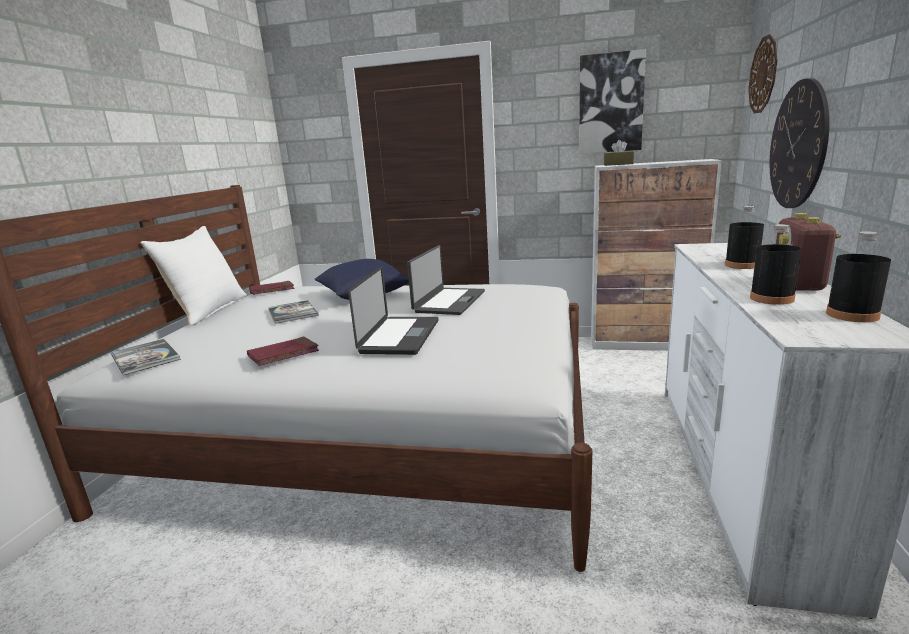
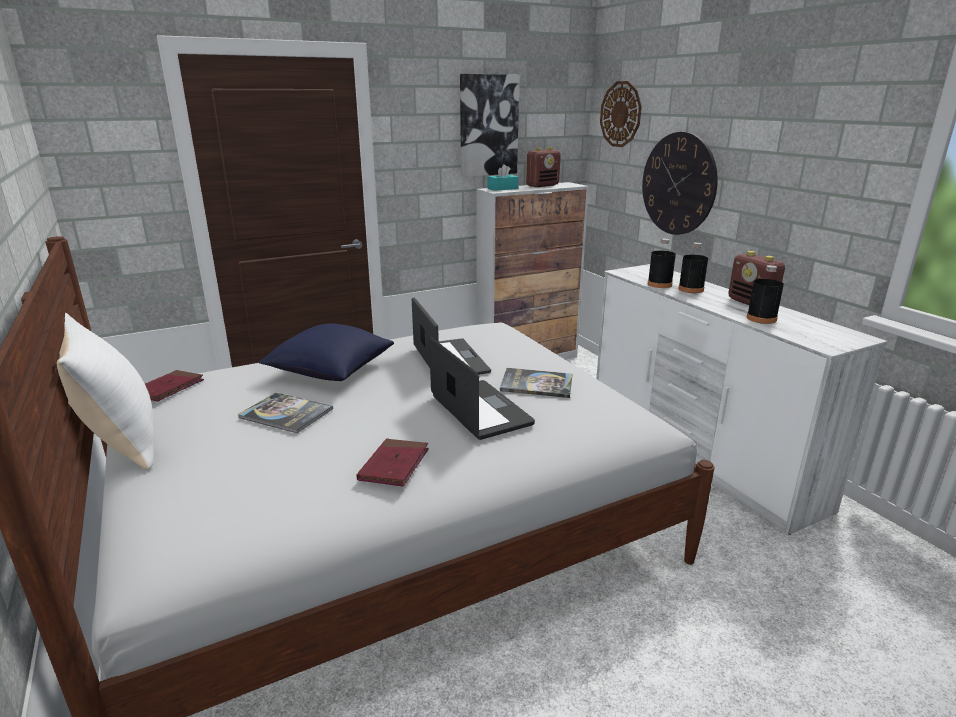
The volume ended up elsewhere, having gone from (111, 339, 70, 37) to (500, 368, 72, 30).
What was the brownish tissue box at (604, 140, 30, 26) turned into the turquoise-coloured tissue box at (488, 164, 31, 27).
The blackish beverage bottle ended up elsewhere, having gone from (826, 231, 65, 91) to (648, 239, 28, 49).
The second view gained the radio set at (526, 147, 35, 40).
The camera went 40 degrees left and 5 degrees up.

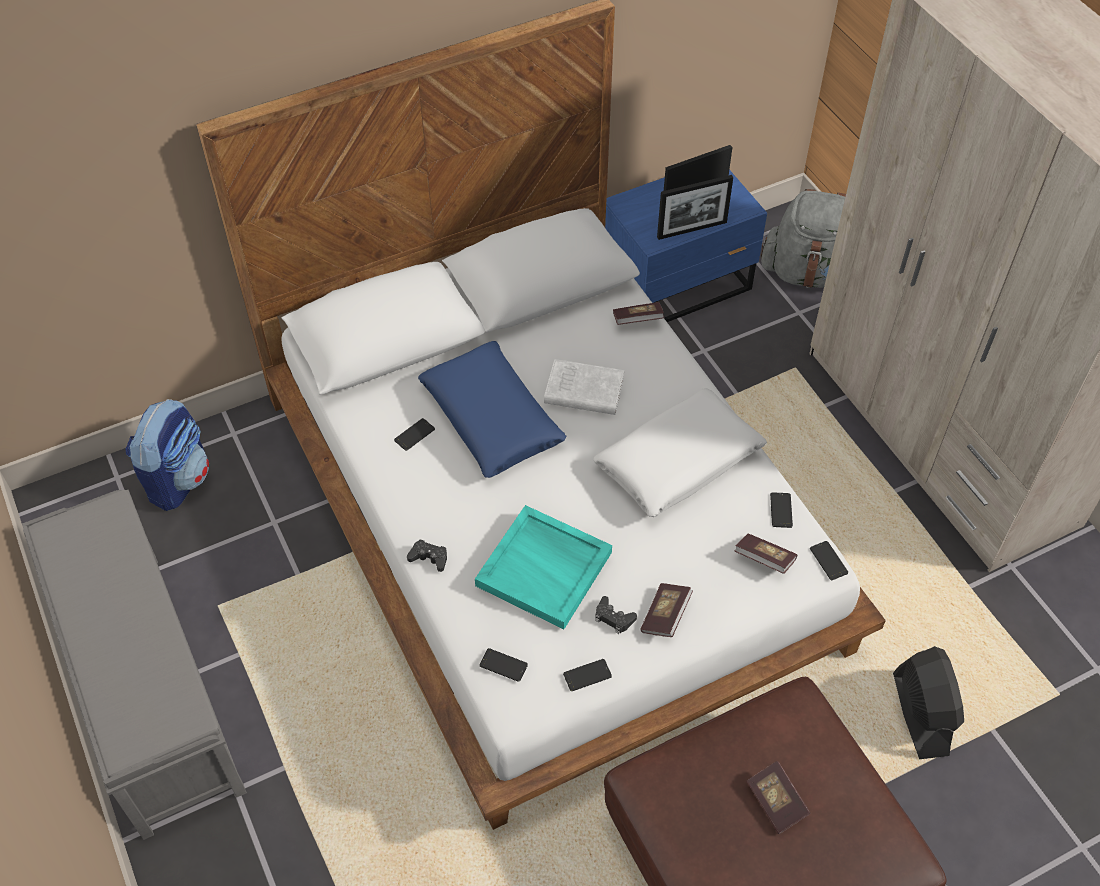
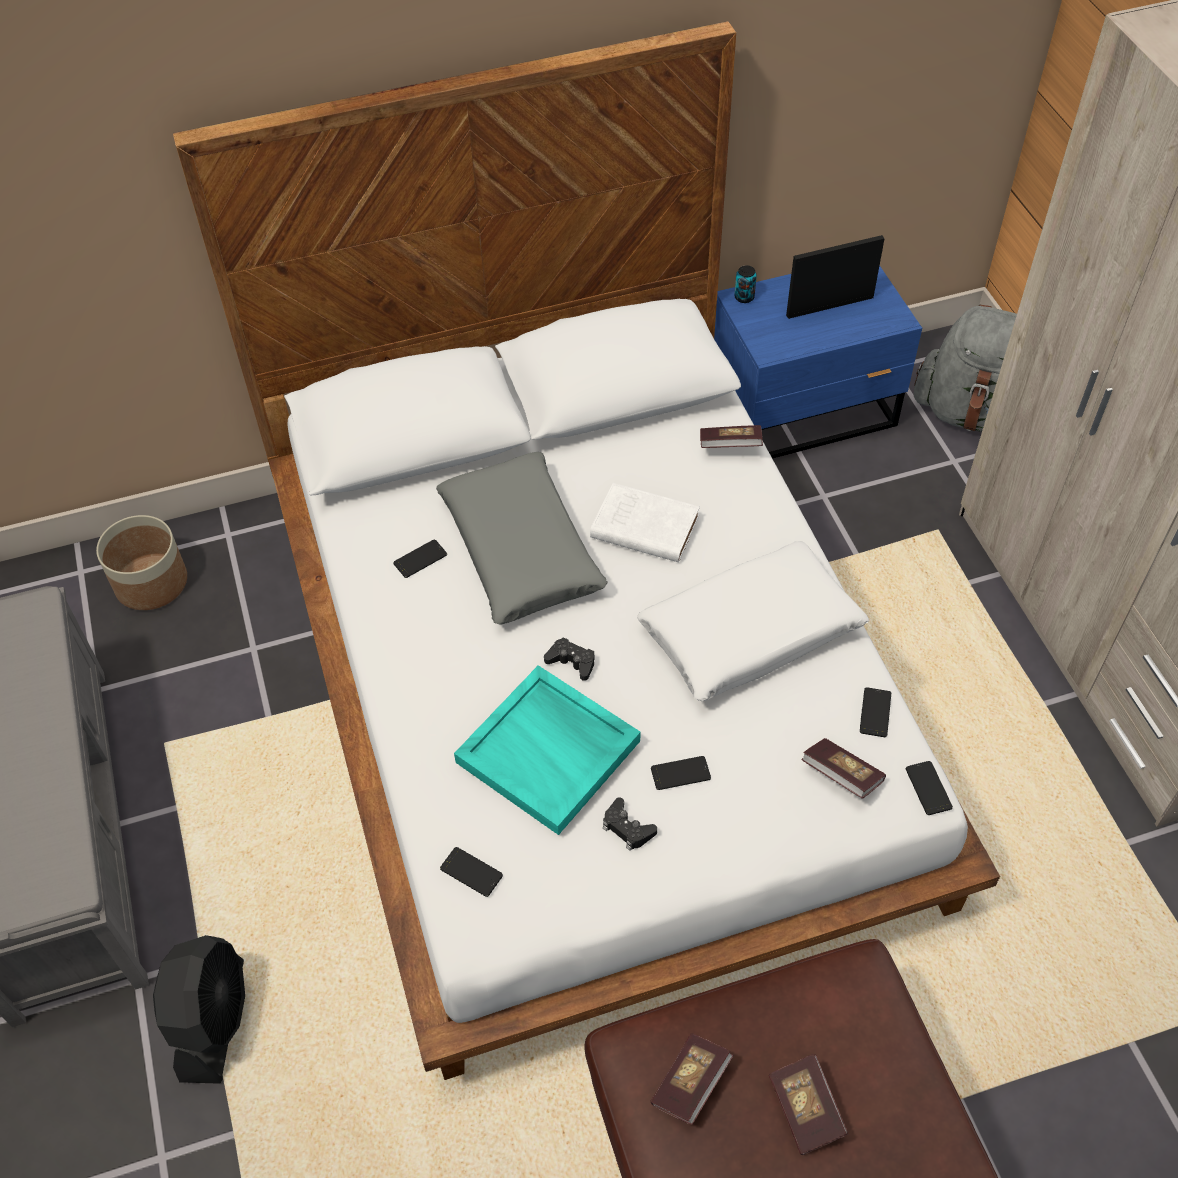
Where the knapsack stood at (126, 399, 83, 112), the plant pot came to stand at (96, 515, 91, 95).
The blackish game controller ended up elsewhere, having gone from (407, 539, 40, 33) to (544, 637, 50, 44).
What was the bluish cushion at (418, 341, 148, 137) turned into the gray cushion at (436, 452, 172, 172).
The handset ended up elsewhere, having gone from (563, 659, 49, 32) to (651, 756, 60, 34).
The volume ended up elsewhere, having gone from (640, 583, 53, 54) to (650, 1033, 83, 92).
The second view lost the standing frame at (657, 175, 76, 65).
The blackish fan ended up elsewhere, having gone from (893, 646, 71, 113) to (153, 935, 92, 149).
The second view gained the can at (734, 265, 23, 38).
The camera went 10 degrees right and 0 degrees up.

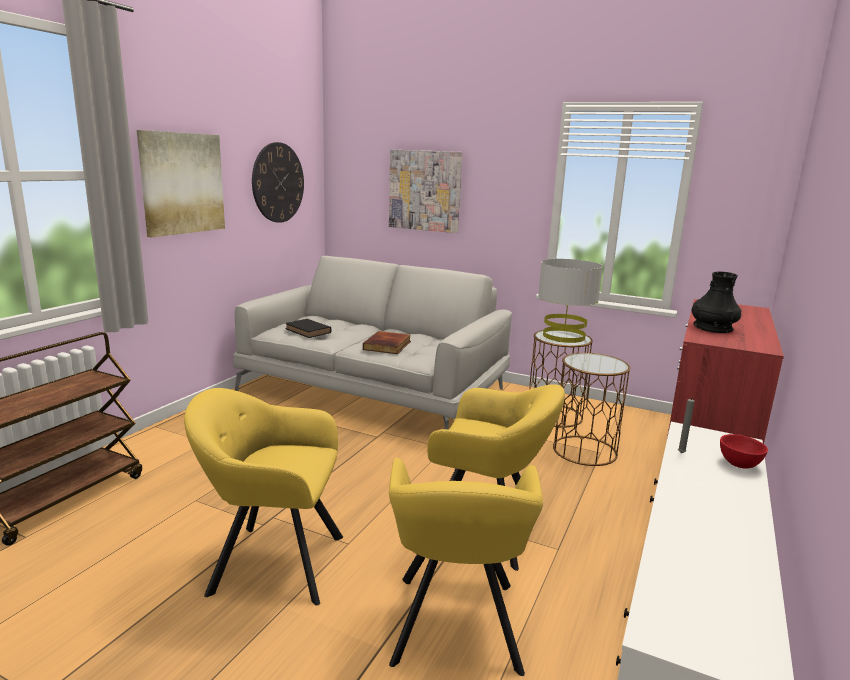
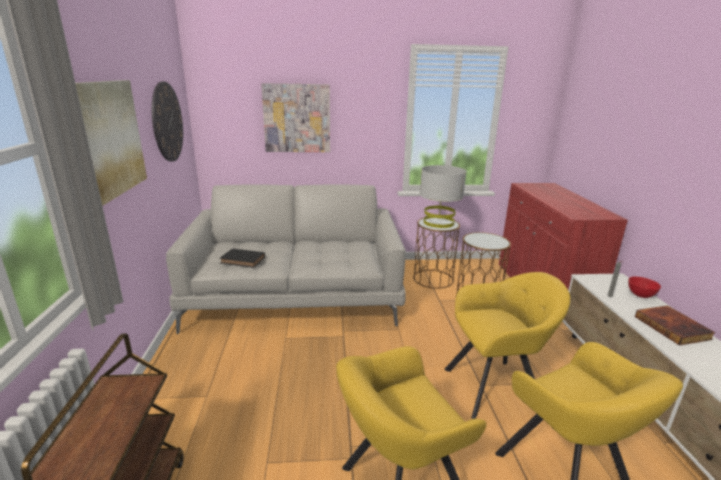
The volume ended up elsewhere, having gone from (363, 331, 48, 23) to (635, 306, 80, 40).
The second view lost the blackish flower vase at (692, 271, 49, 62).
The camera went 30 degrees left and 5 degrees up.

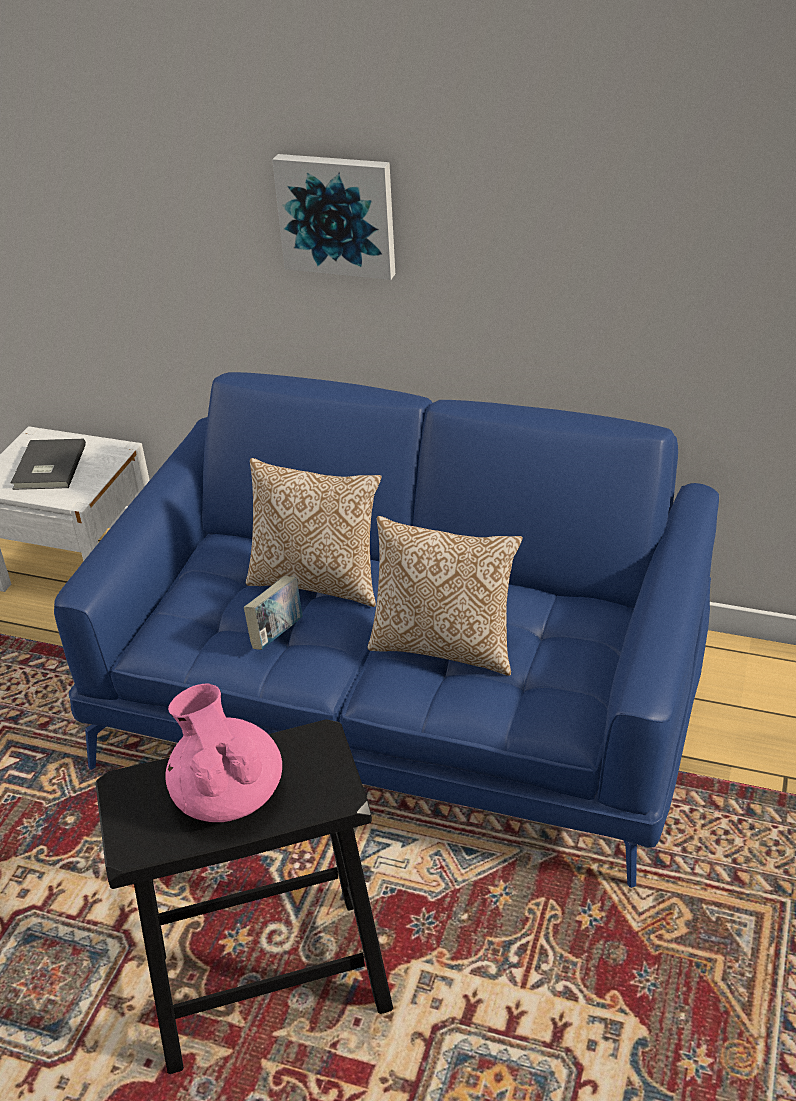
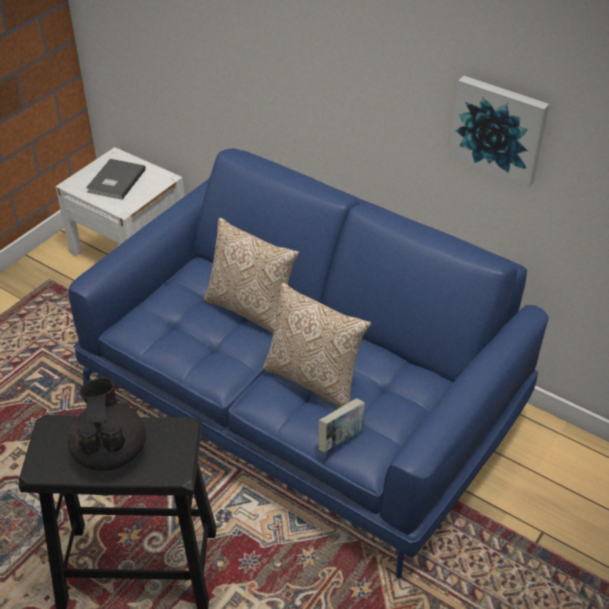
What was the pink-coloured teapot at (165, 684, 117, 138) turned into the blackish teapot at (68, 378, 78, 93).
The volume ended up elsewhere, having gone from (244, 576, 58, 74) to (318, 398, 47, 55).
The wall picture ended up elsewhere, having gone from (272, 154, 123, 126) to (449, 76, 100, 112).
The camera went 15 degrees right and 5 degrees up.

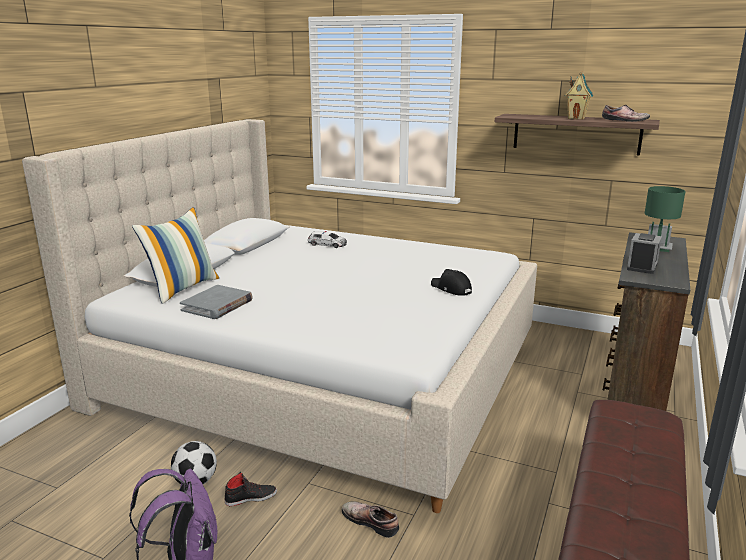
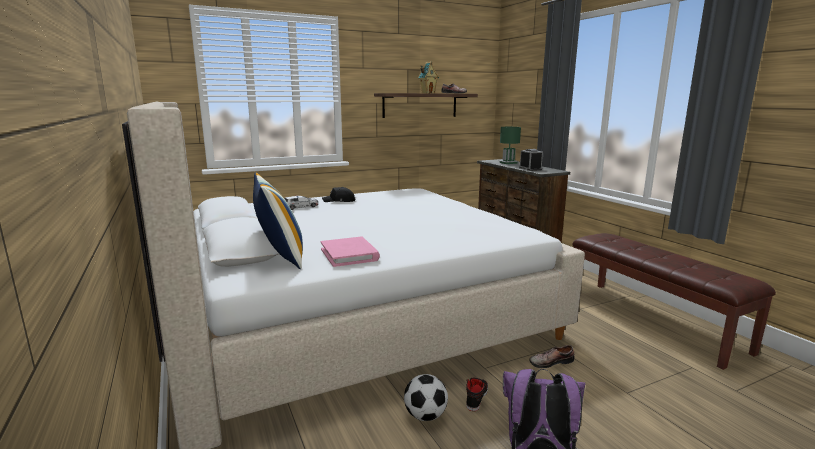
What was the gray volume at (180, 285, 73, 34) turned into the pink-coloured volume at (321, 236, 59, 31).
The blackish cap ended up elsewhere, having gone from (431, 269, 41, 27) to (322, 187, 34, 15).
The camera went 50 degrees left and 5 degrees down.

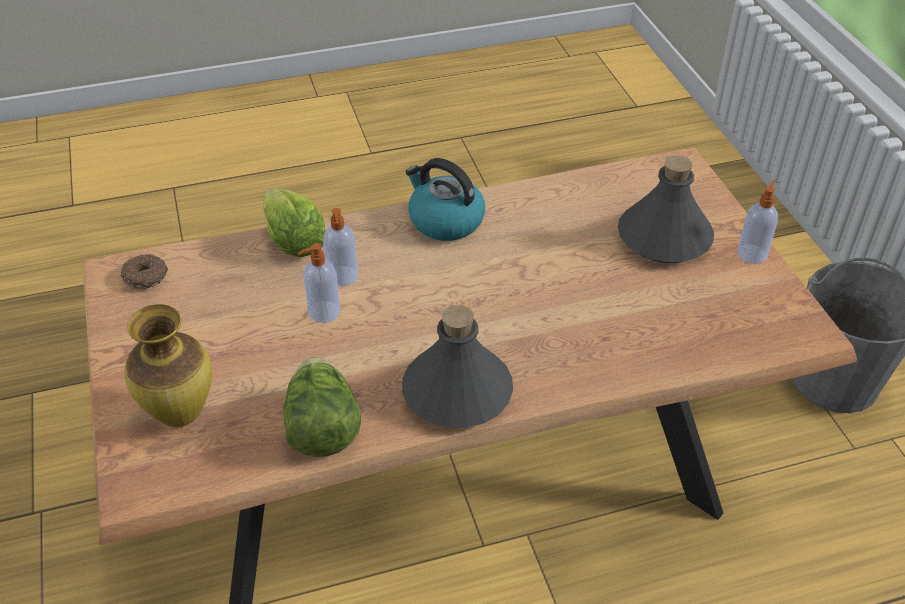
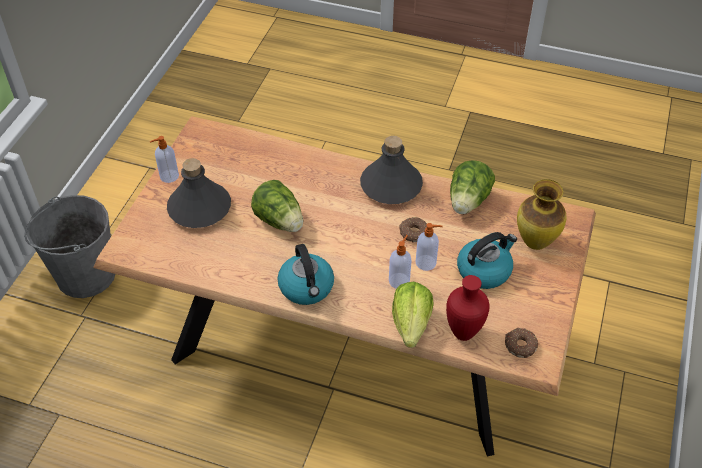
The second view gained the head of lettuce at (251, 180, 52, 52).
The second view gained the doughnut at (399, 217, 28, 25).
The second view gained the red flower vase at (446, 275, 43, 66).
The second view gained the kettle at (457, 232, 60, 57).
The camera went 145 degrees left and 5 degrees up.

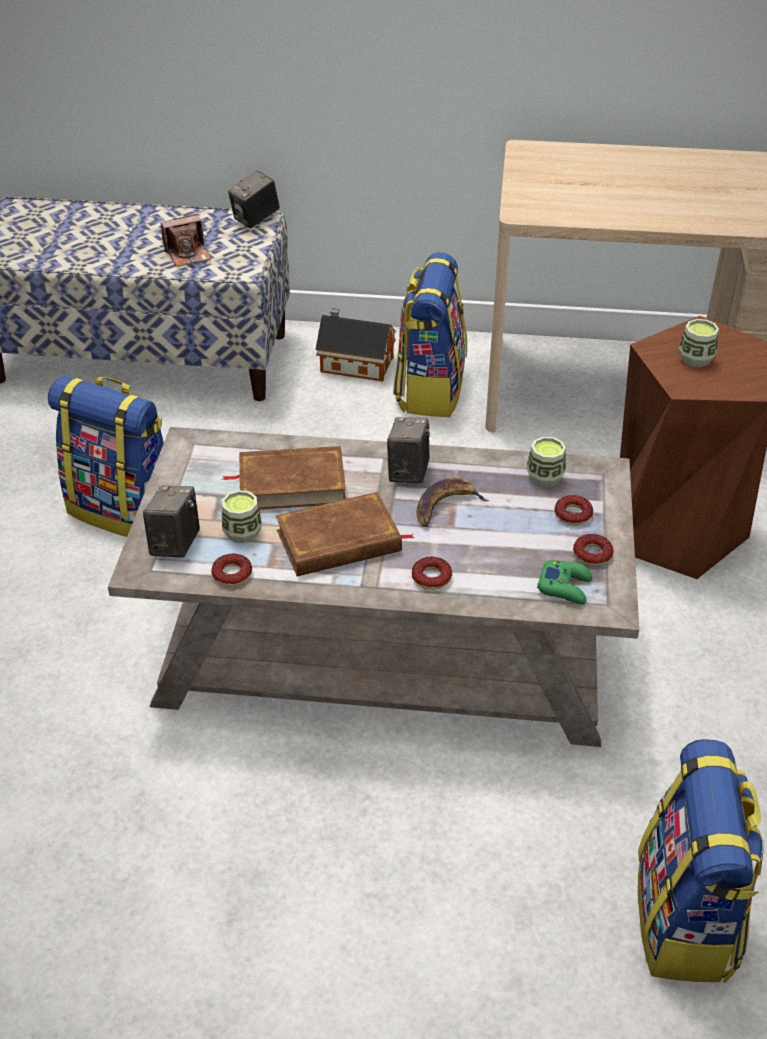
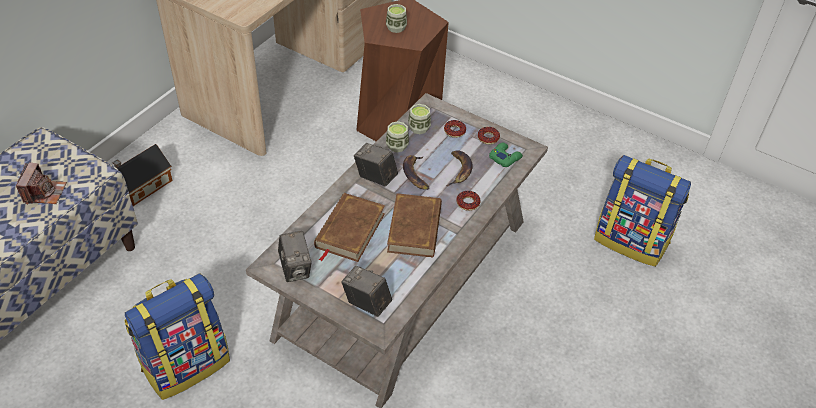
The second view lost the doughnut at (211, 553, 41, 33).
The drinking cup ended up elsewhere, having gone from (222, 490, 40, 53) to (386, 121, 23, 31).
The photo camera ended up elsewhere, having gone from (228, 170, 52, 58) to (278, 231, 34, 51).
The second view lost the knapsack at (393, 252, 74, 165).
The second view gained the banana fruit at (446, 150, 27, 36).
The camera went 65 degrees left and 5 degrees up.

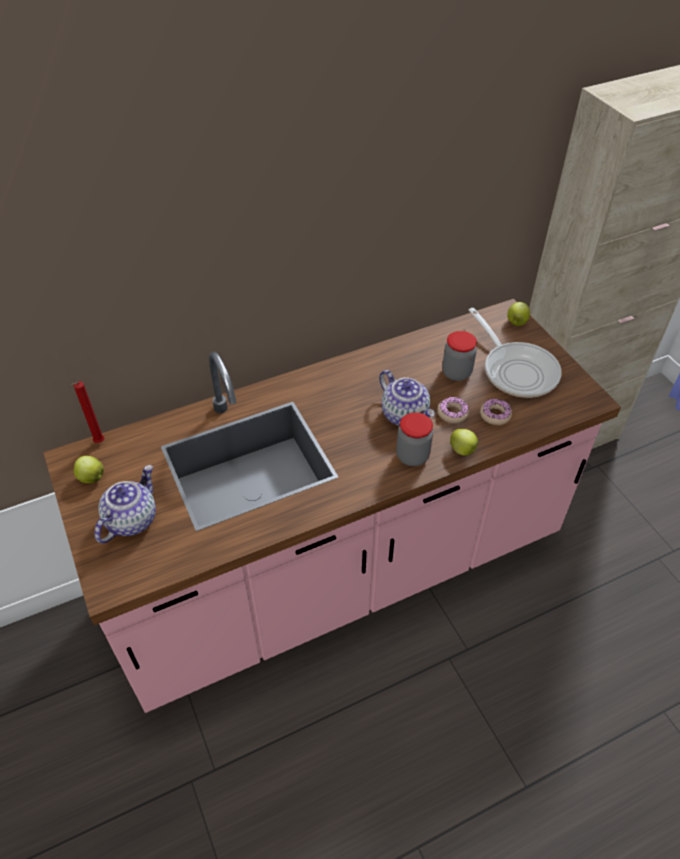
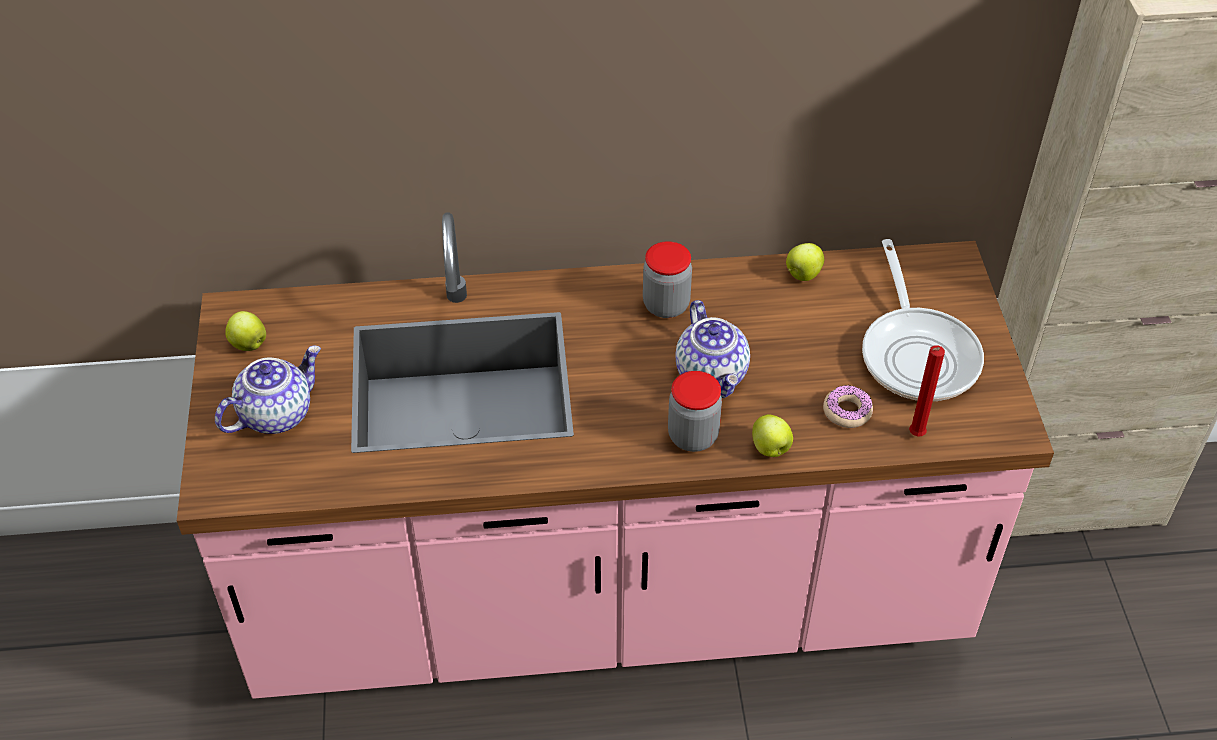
The red candle ended up elsewhere, having gone from (71, 381, 33, 62) to (909, 345, 36, 91).
The second view lost the doughnut at (437, 397, 32, 26).
The storage jar ended up elsewhere, having gone from (442, 331, 35, 50) to (643, 241, 49, 77).
The apple fruit ended up elsewhere, having gone from (507, 302, 23, 24) to (786, 243, 38, 38).
The camera went 20 degrees right and 0 degrees up.

